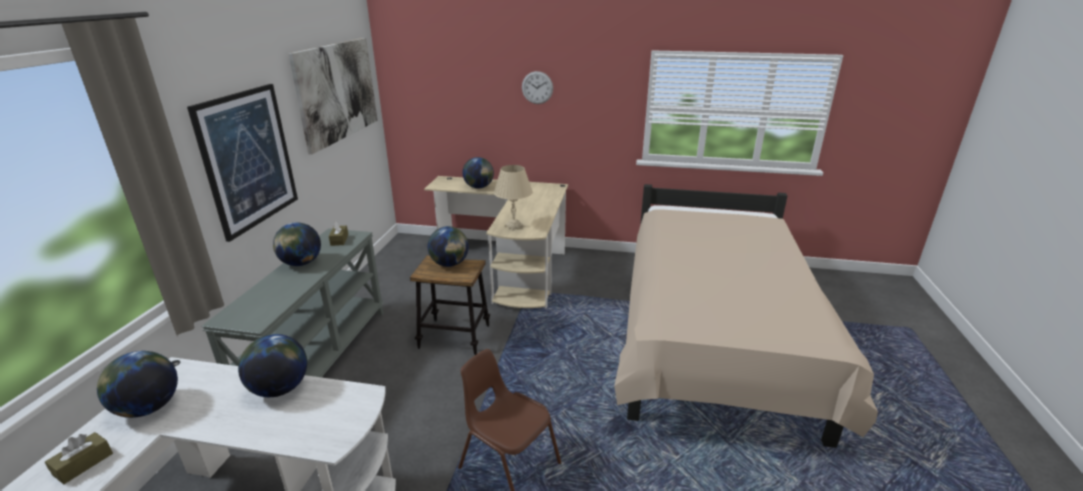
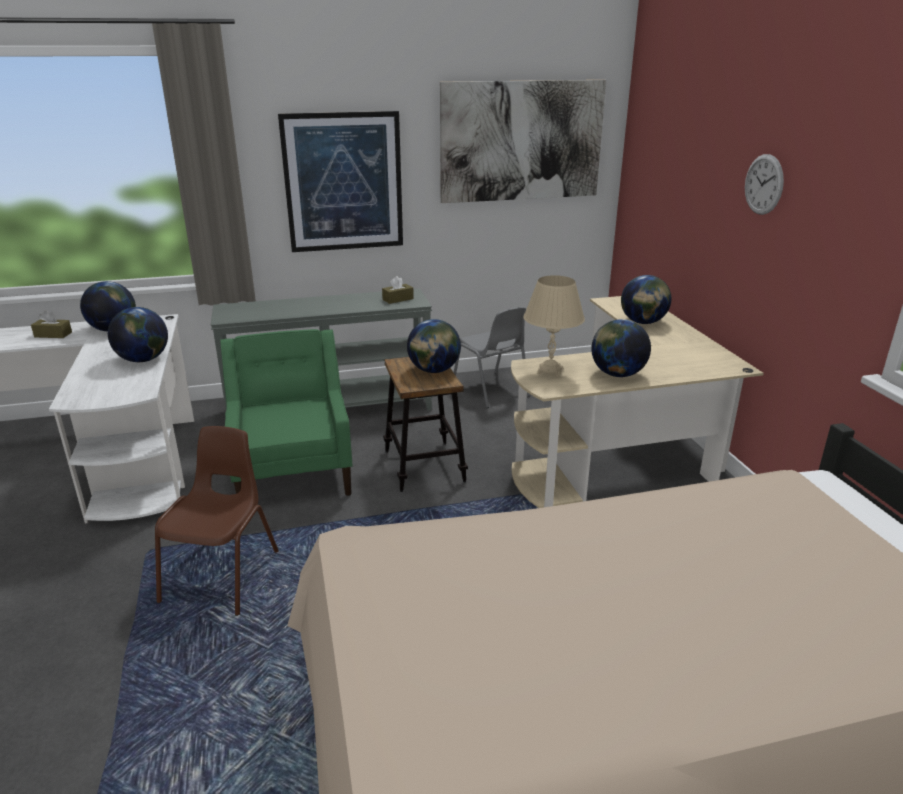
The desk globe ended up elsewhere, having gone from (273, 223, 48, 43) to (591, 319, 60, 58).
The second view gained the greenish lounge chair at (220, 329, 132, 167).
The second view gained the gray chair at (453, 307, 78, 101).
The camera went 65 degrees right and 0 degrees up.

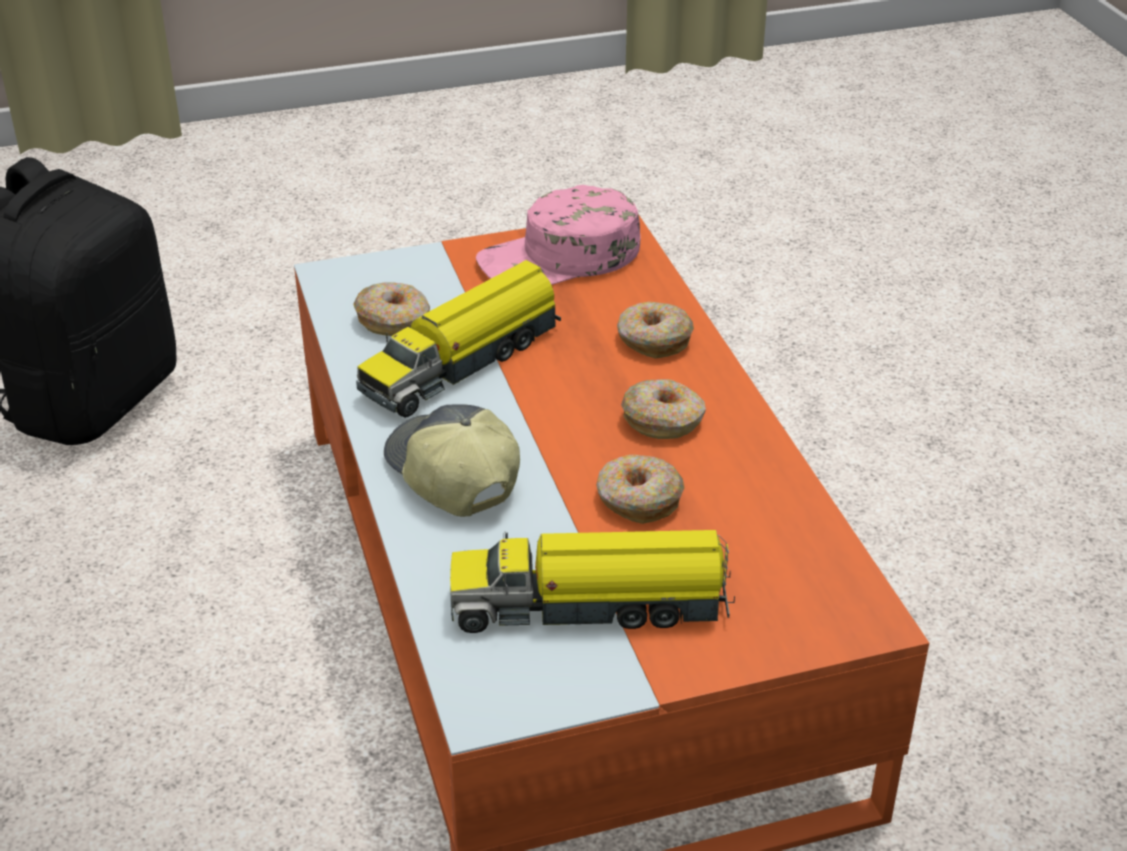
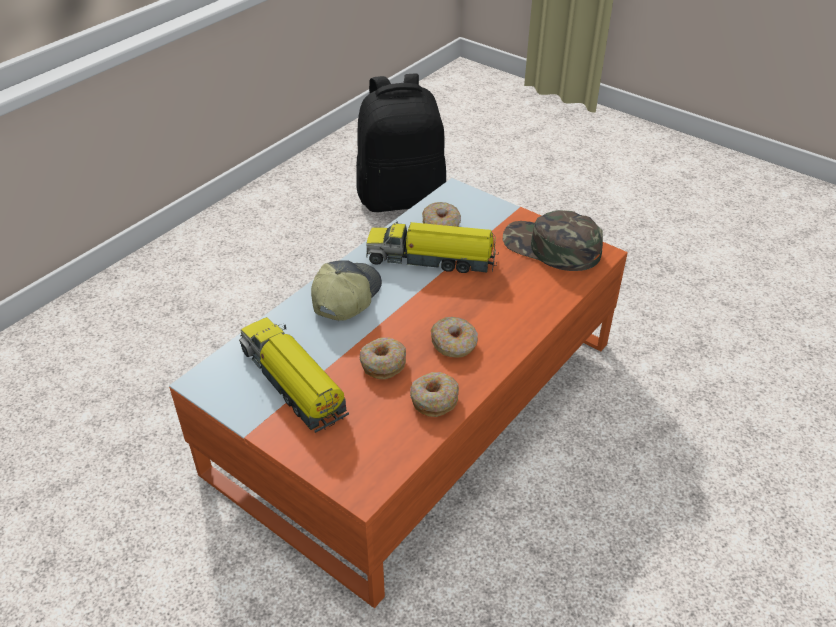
What was the pink-coloured cap at (476, 185, 164, 100) turned into the greenish cap at (503, 210, 100, 61).
The doughnut ended up elsewhere, having gone from (617, 301, 77, 57) to (410, 372, 49, 45).
The camera went 55 degrees right and 5 degrees up.

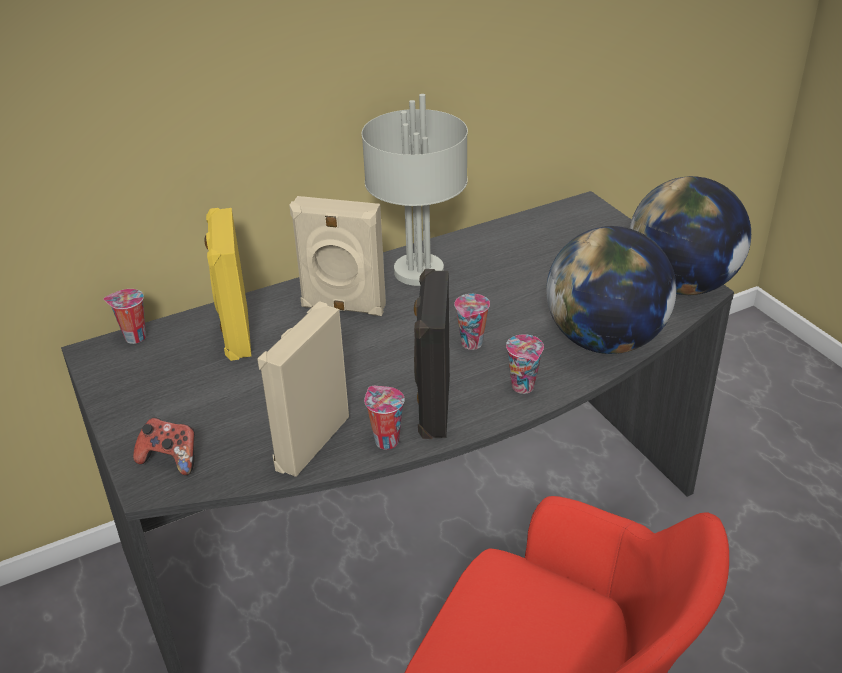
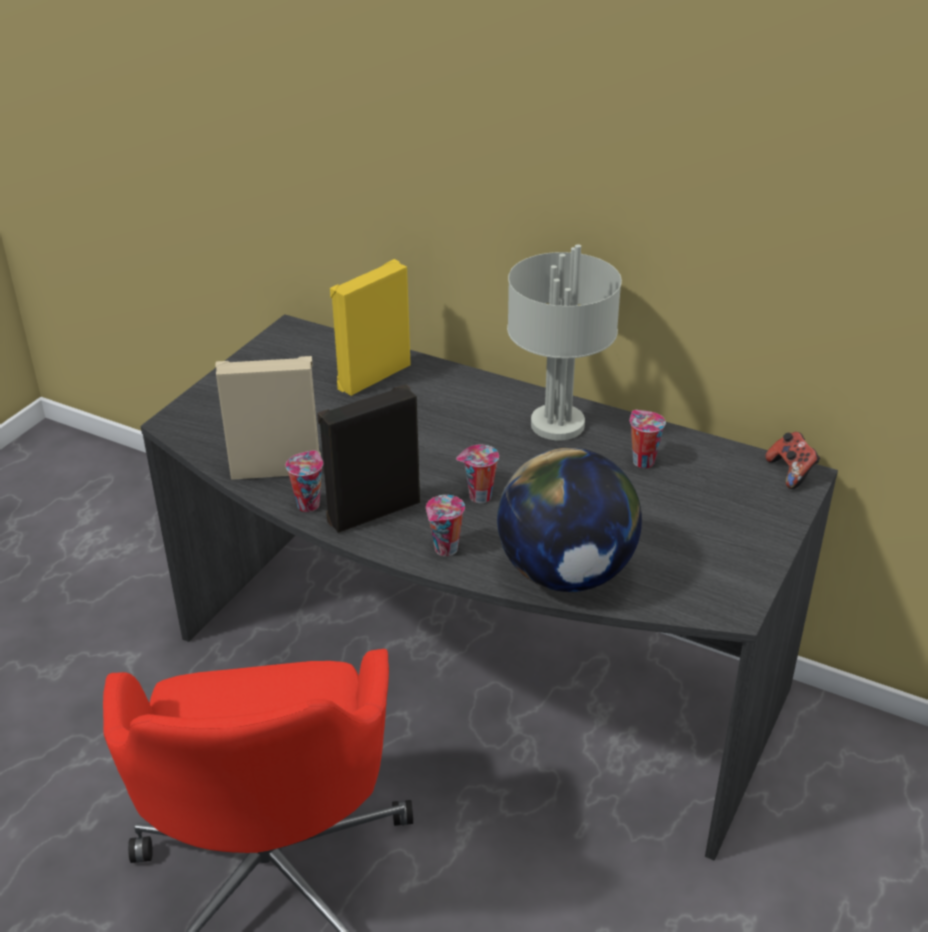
The drinking cup ended up elsewhere, having gone from (103, 289, 43, 55) to (630, 410, 36, 58).
The game controller ended up elsewhere, having gone from (133, 417, 62, 58) to (766, 432, 54, 57).
The second view lost the sand-coloured loudspeaker at (289, 196, 97, 120).
The second view lost the desk globe at (630, 176, 121, 119).
The camera went 55 degrees right and 0 degrees up.

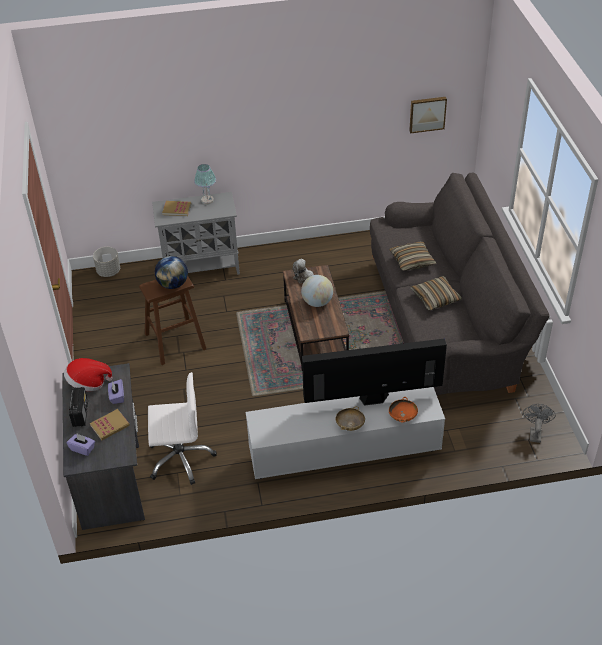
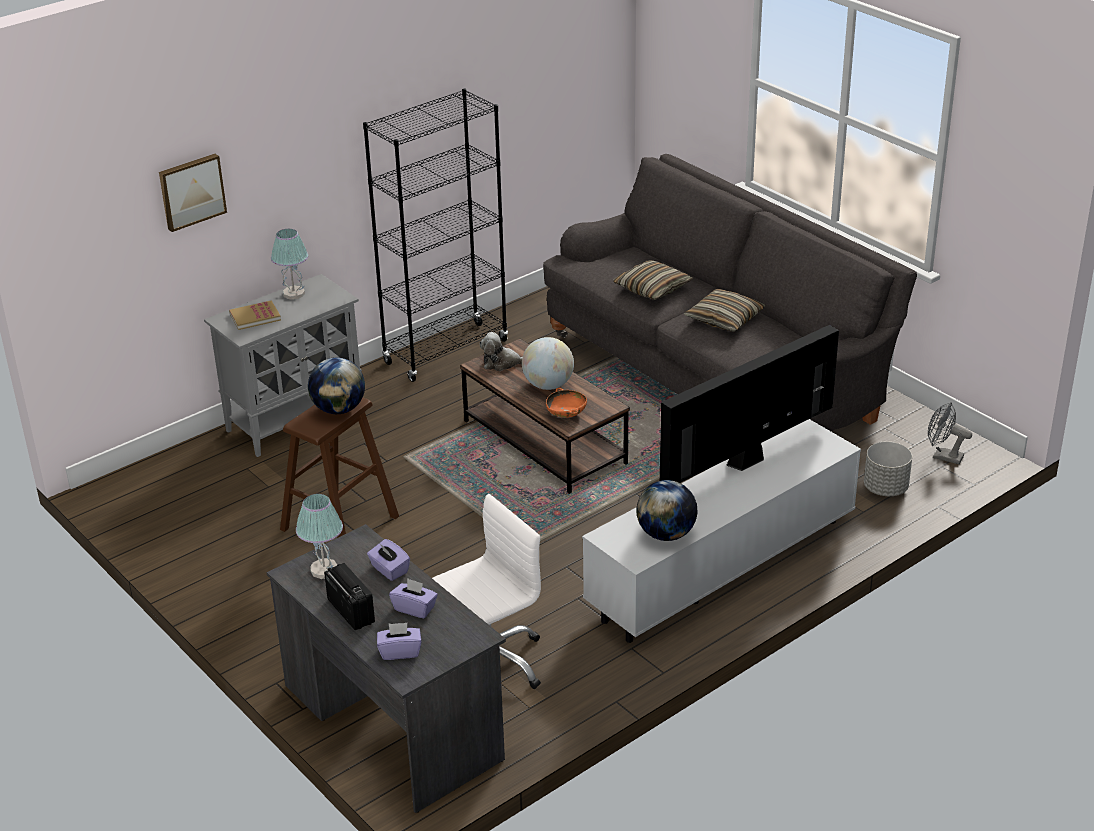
Where the wearable hat stood at (64, 358, 48, 33), the lamp for a table came to stand at (296, 494, 47, 85).
Where the volume stood at (90, 409, 40, 31), the purple tissue box came to stand at (389, 578, 49, 40).
The gray plant pot ended up elsewhere, having gone from (93, 247, 27, 30) to (864, 441, 48, 55).
The second view lost the sand-coloured bowl at (336, 406, 29, 25).
The orangey bowl ended up elsewhere, having gone from (389, 397, 29, 26) to (546, 388, 41, 30).
The wall picture ended up elsewhere, having gone from (409, 97, 38, 37) to (159, 154, 68, 78).
The gray fan at (523, 404, 32, 39) ended up facing another way, 45 degrees counterclockwise from before.
The second view gained the blackish bookshelf at (363, 89, 145, 293).
The second view gained the desk globe at (636, 480, 61, 61).
The camera went 30 degrees left and 10 degrees down.

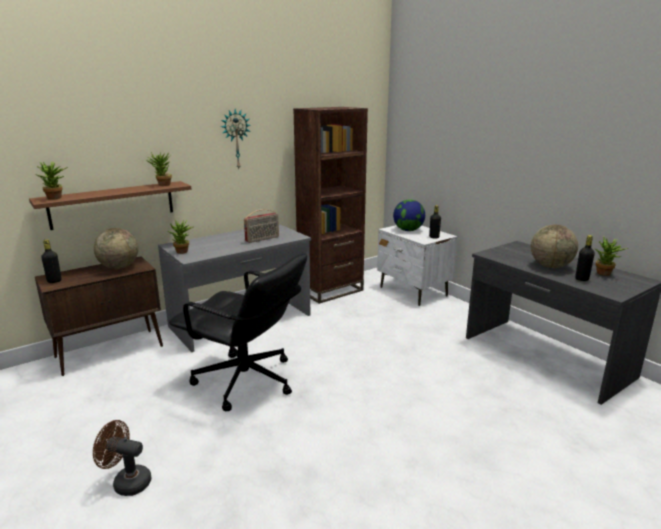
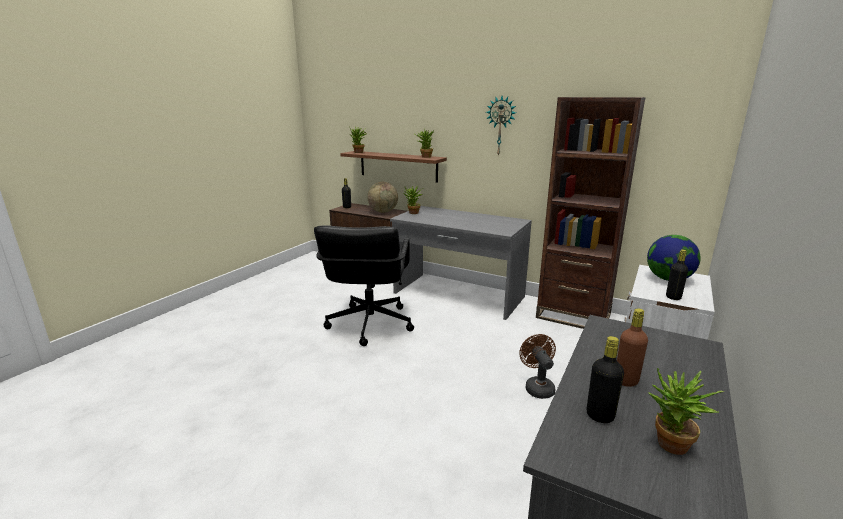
The brownish fan ended up elsewhere, having gone from (93, 420, 58, 76) to (519, 334, 37, 65).
The second view lost the radio set at (244, 209, 35, 34).
Where the desk globe stood at (531, 224, 47, 44), the brownish beverage bottle came to stand at (617, 308, 31, 79).
The camera went 65 degrees right and 0 degrees up.

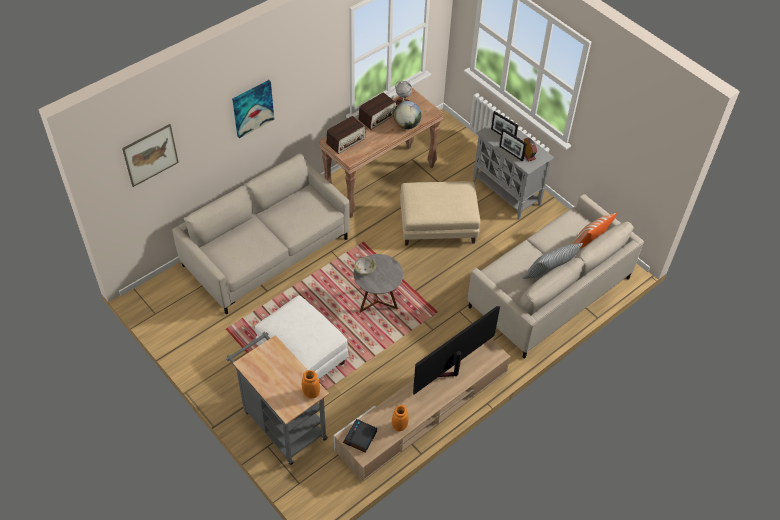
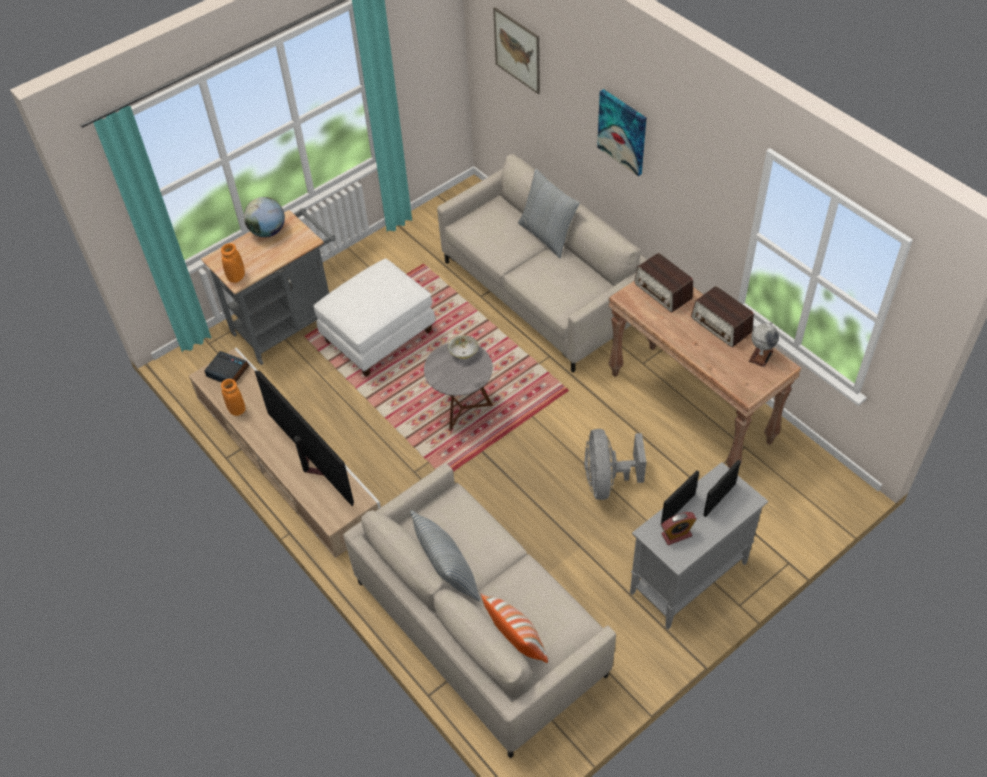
The desk globe ended up elsewhere, having gone from (393, 101, 28, 28) to (244, 197, 41, 40).
Where the sand-coloured ottoman stood at (400, 181, 80, 65), the gray fan came to stand at (584, 429, 62, 71).
The second view gained the cushion at (518, 169, 62, 90).
The camera went 95 degrees right and 0 degrees up.

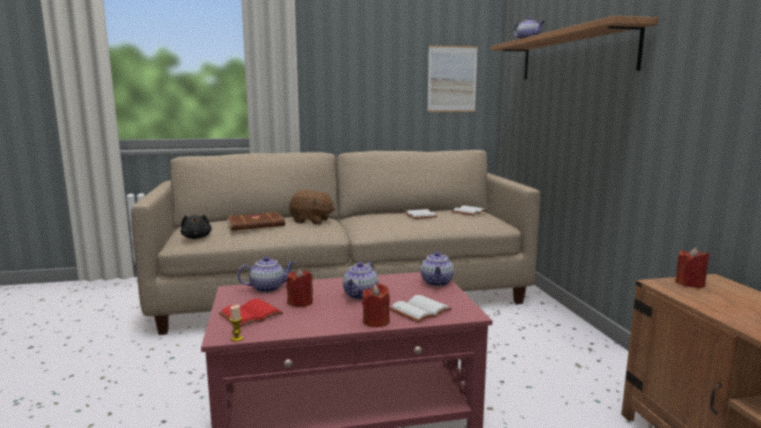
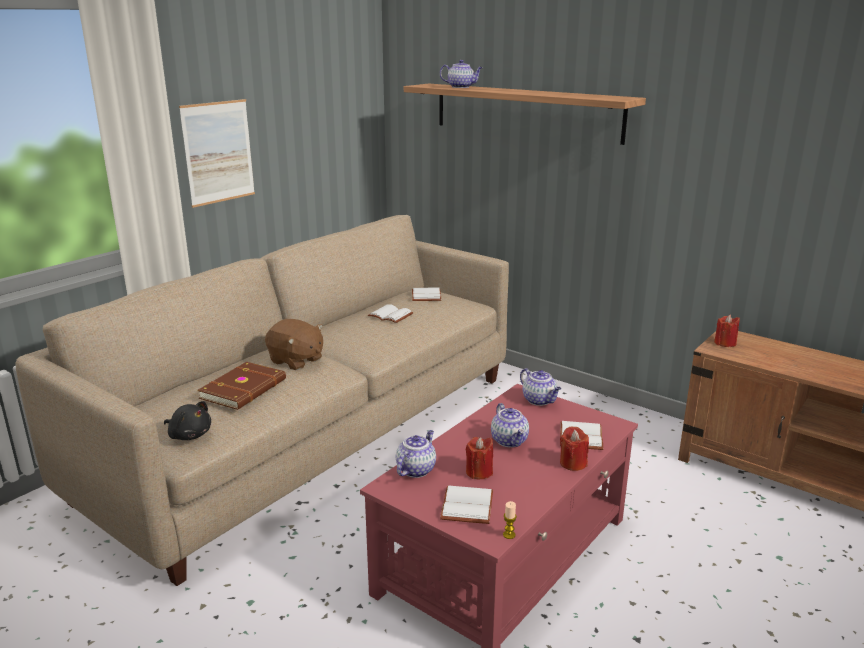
What was the red volume at (219, 299, 64, 28) turned into the white volume at (440, 485, 53, 39).
The brownish plush toy at (289, 190, 46, 34) ended up facing another way, 60 degrees clockwise from before.
The wall picture ended up elsewhere, having gone from (427, 45, 51, 67) to (179, 99, 76, 109).
The camera went 40 degrees left and 10 degrees up.

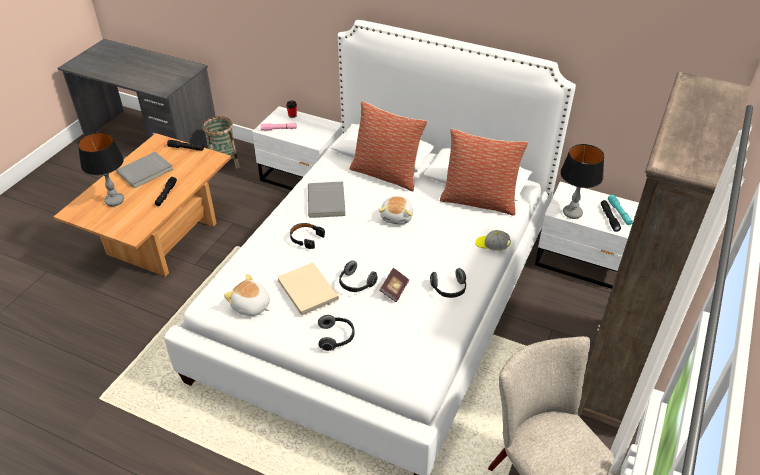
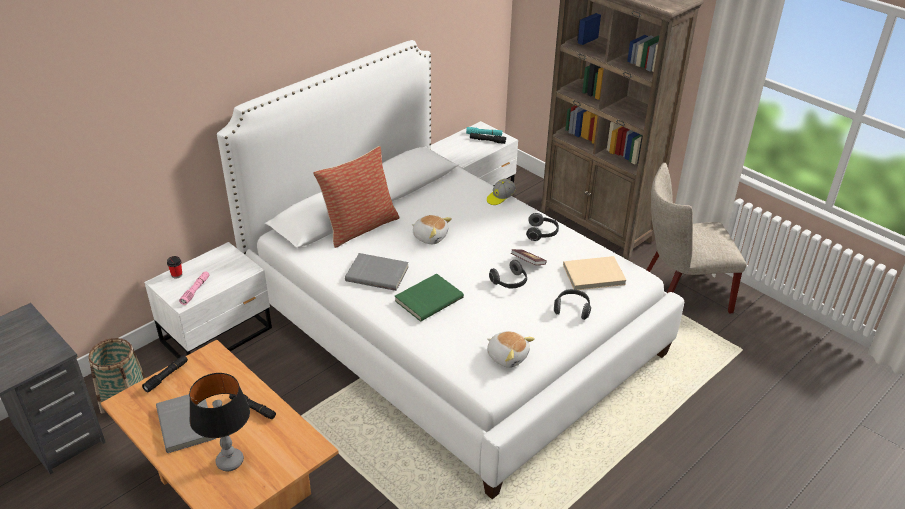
The plush toy at (224, 274, 46, 42) ended up facing another way, 105 degrees counterclockwise from before.
The sand-coloured volume ended up elsewhere, having gone from (277, 263, 62, 53) to (563, 256, 63, 34).
Where the blackish pair of headphones stood at (290, 223, 35, 26), the greenish volume came to stand at (395, 273, 69, 49).
The second view lost the cushion at (440, 129, 88, 87).
The second view lost the lamp for a table at (560, 144, 44, 75).
The camera went 70 degrees left and 5 degrees down.

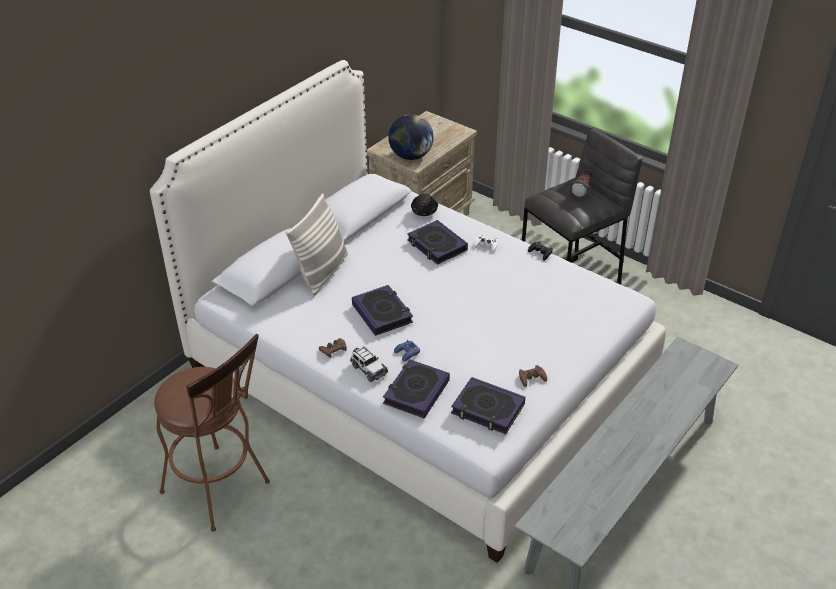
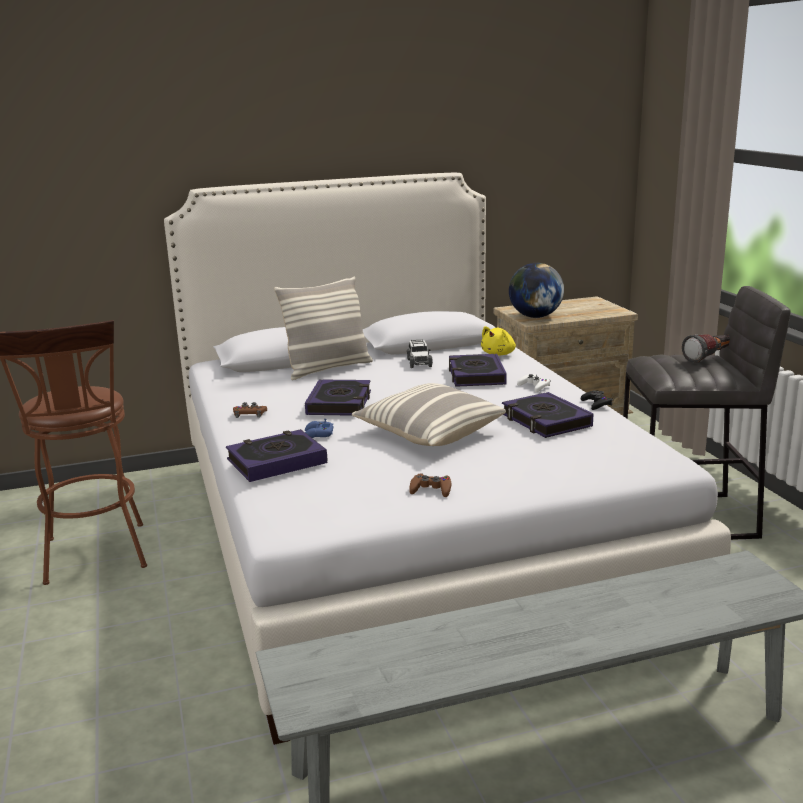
The model car ended up elsewhere, having gone from (350, 346, 38, 36) to (407, 339, 26, 29).
What was the blackish plush toy at (411, 194, 27, 22) turned into the yellowish plush toy at (481, 326, 35, 30).
The volume ended up elsewhere, having gone from (451, 377, 74, 57) to (502, 392, 91, 46).
The second view gained the cushion at (352, 383, 154, 63).
The camera went 35 degrees right and 20 degrees down.

